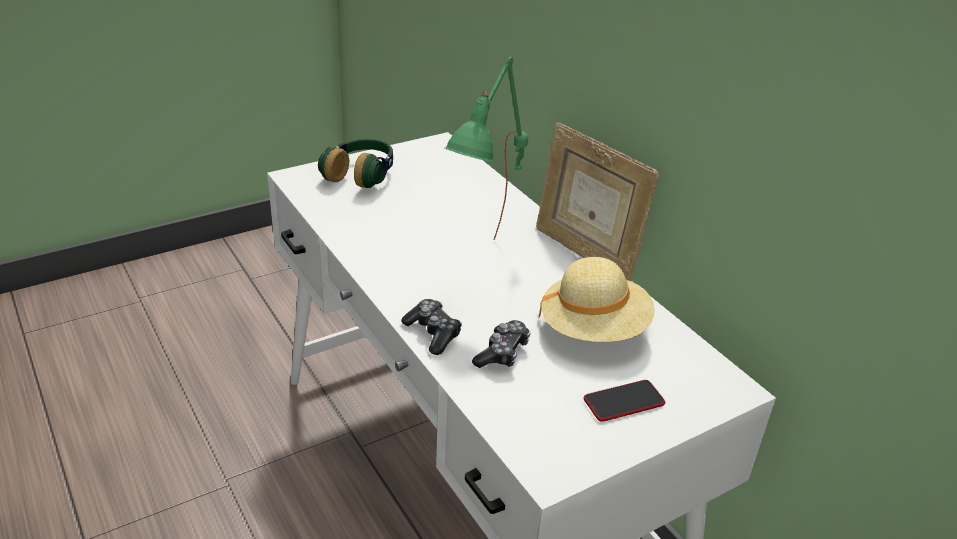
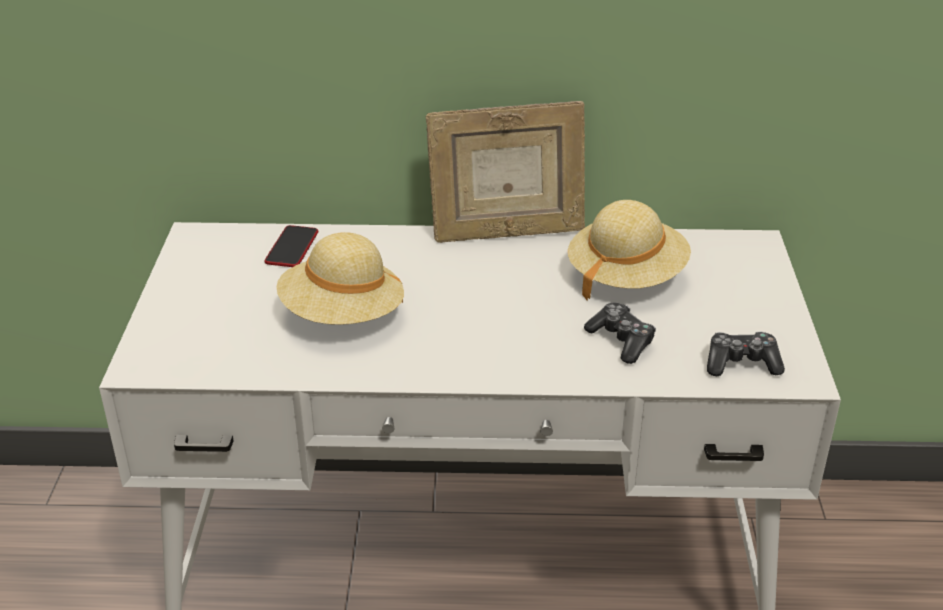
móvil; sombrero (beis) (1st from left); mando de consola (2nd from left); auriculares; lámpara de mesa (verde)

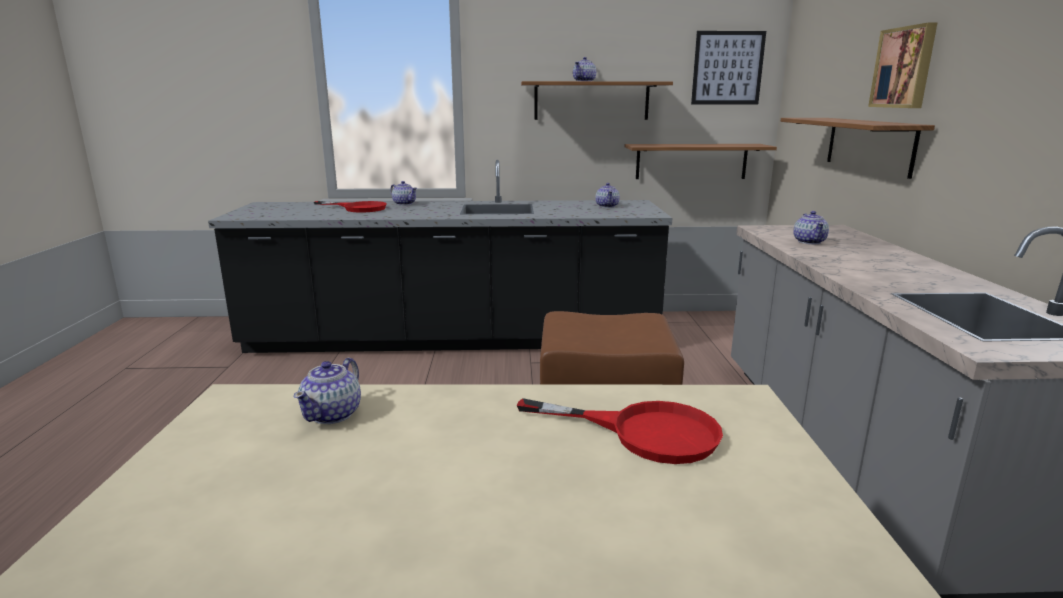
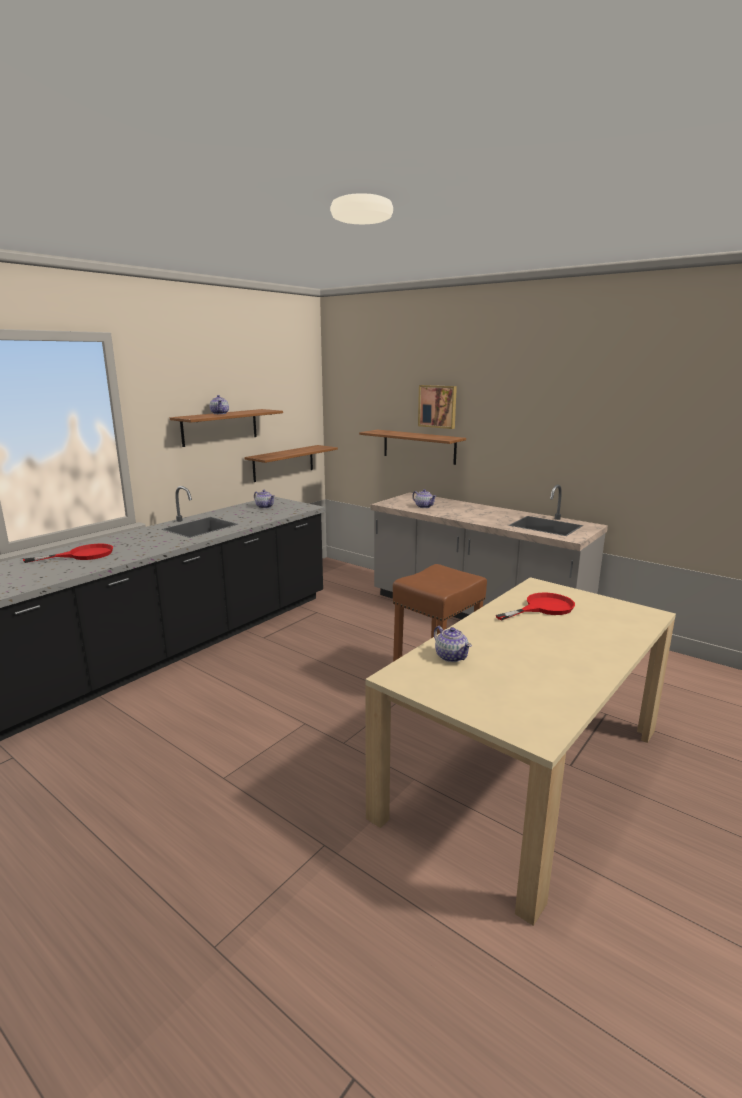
tetera (2nd from left in the first image); cuadro (1st from left in the first image)

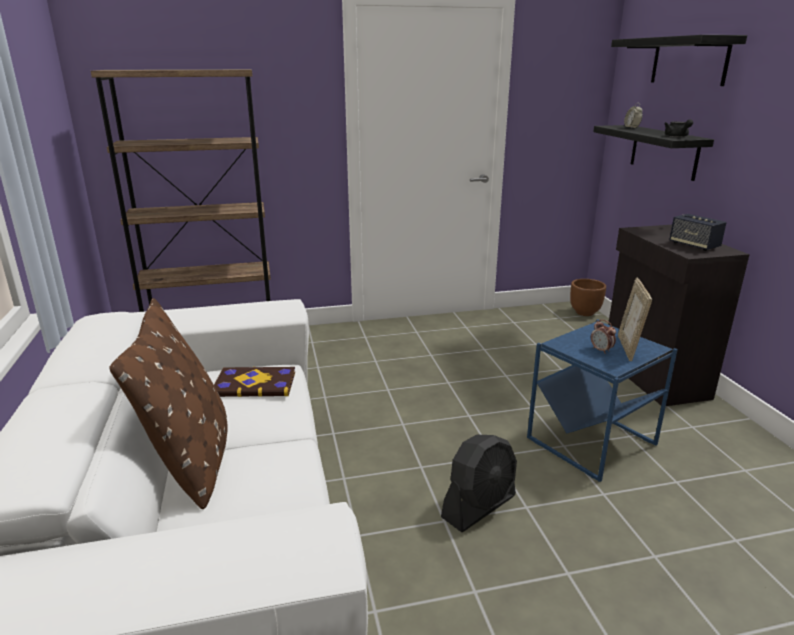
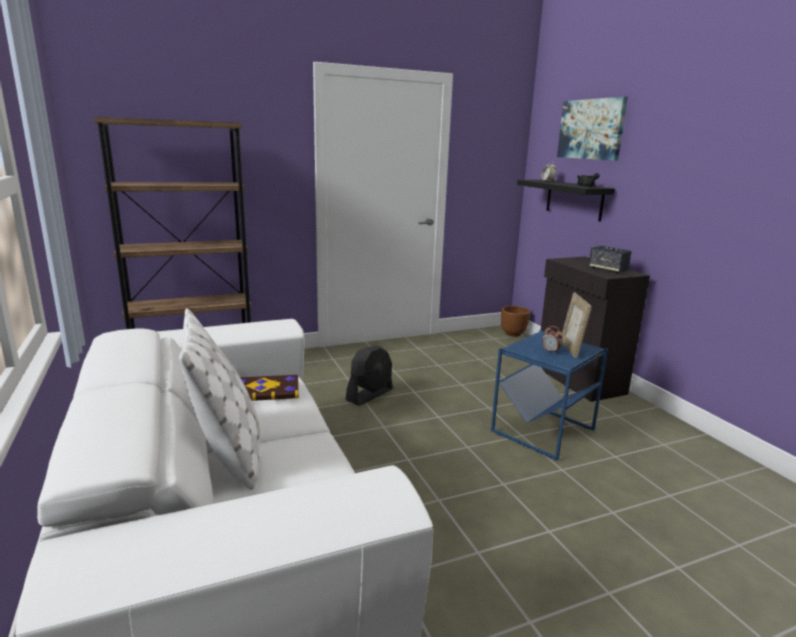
cojín (blanco); ventilador (negro); cuadro

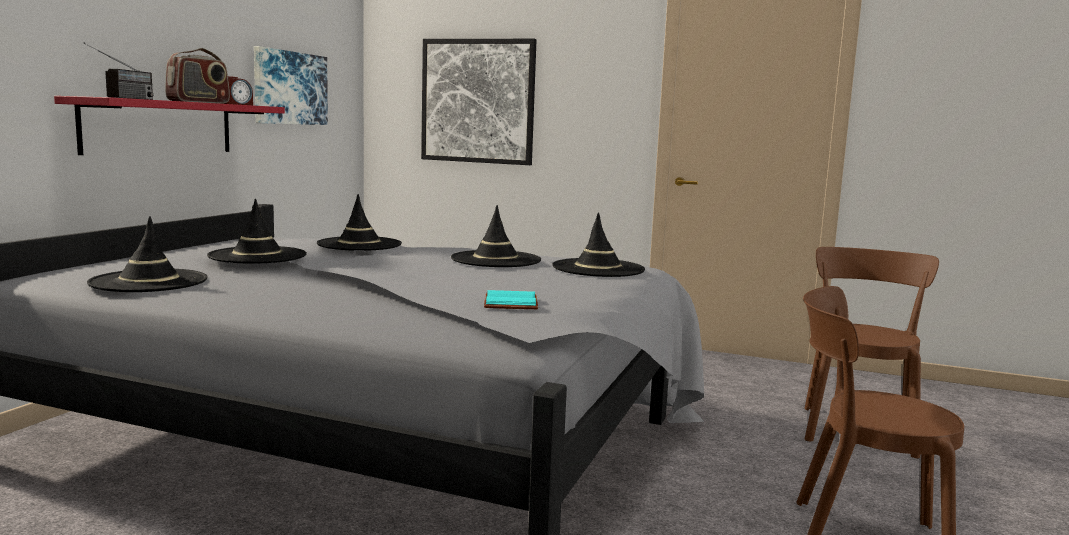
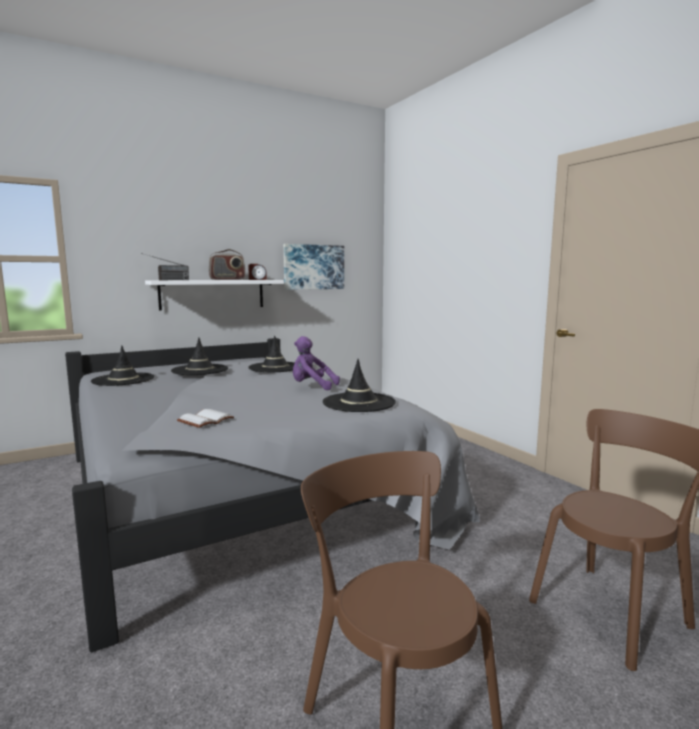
estante (blanco); libro (blanco); peluche (morado); cuadro (2nd from left in the first image)

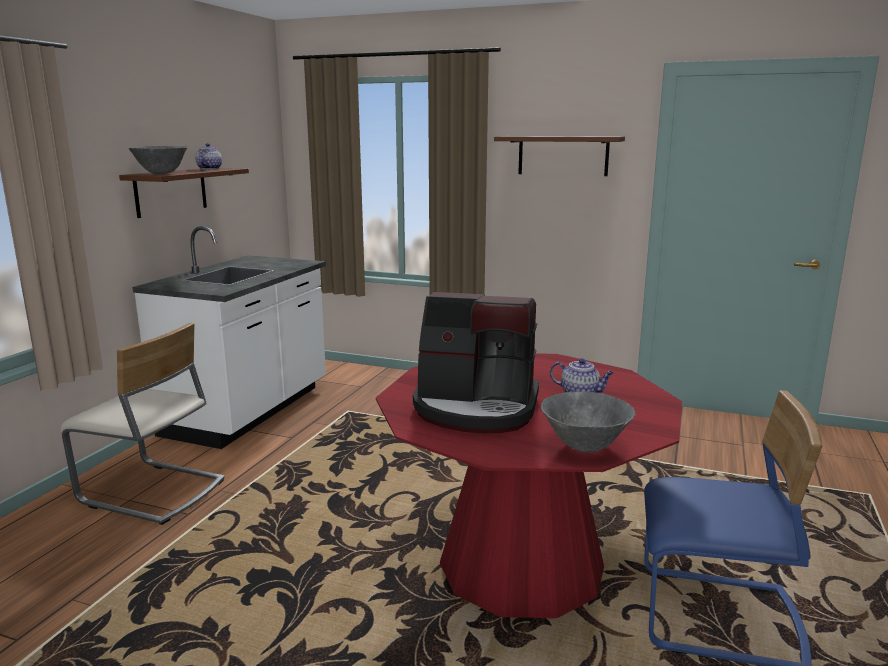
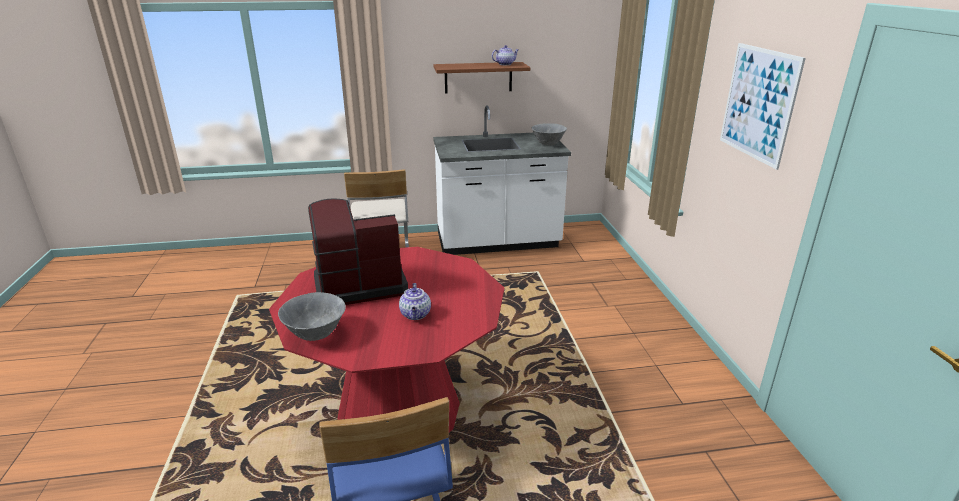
cafetera; cuenco (gris) (2nd from left); cuadro

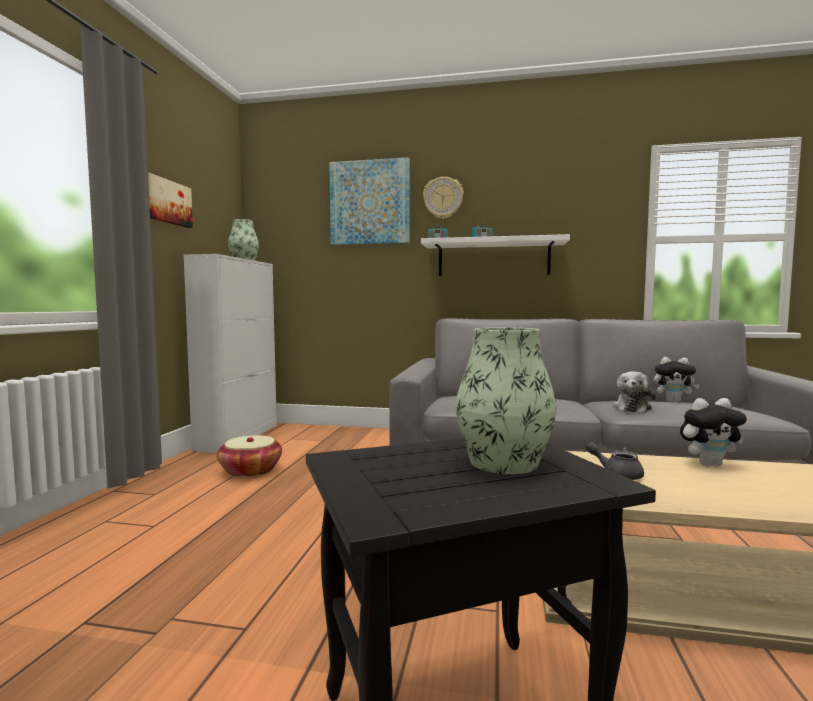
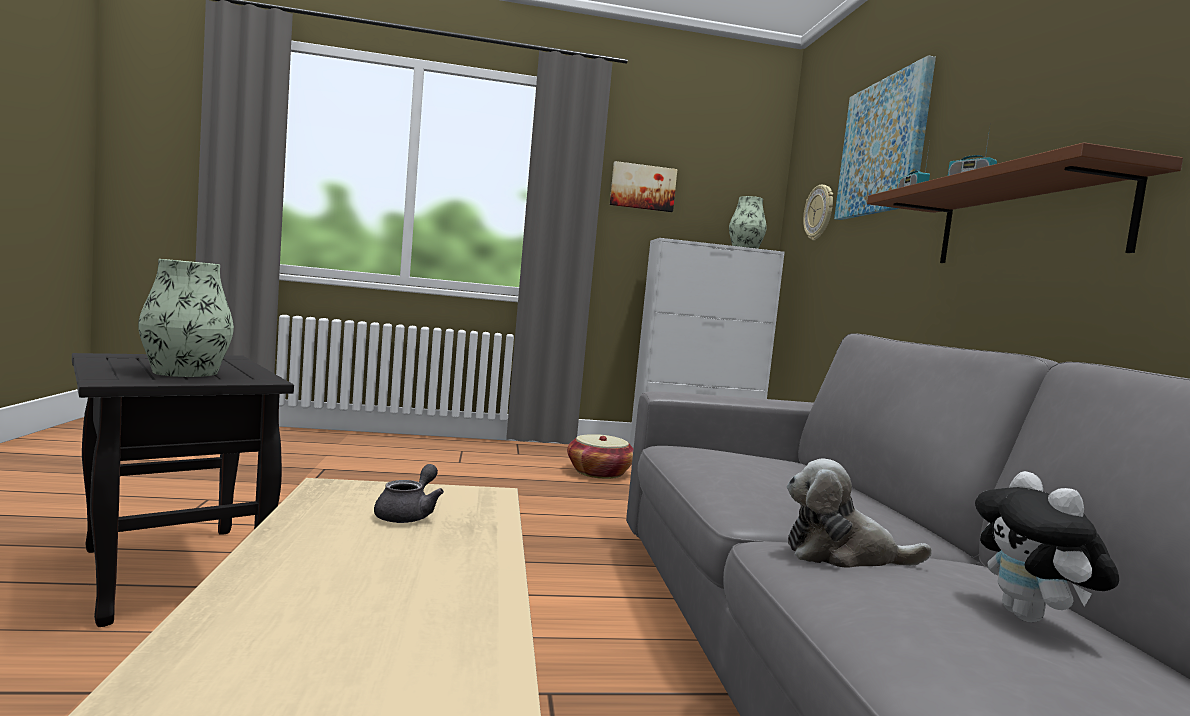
reloj de pared; estante (marrón); peluche (3rd from left in the first image)

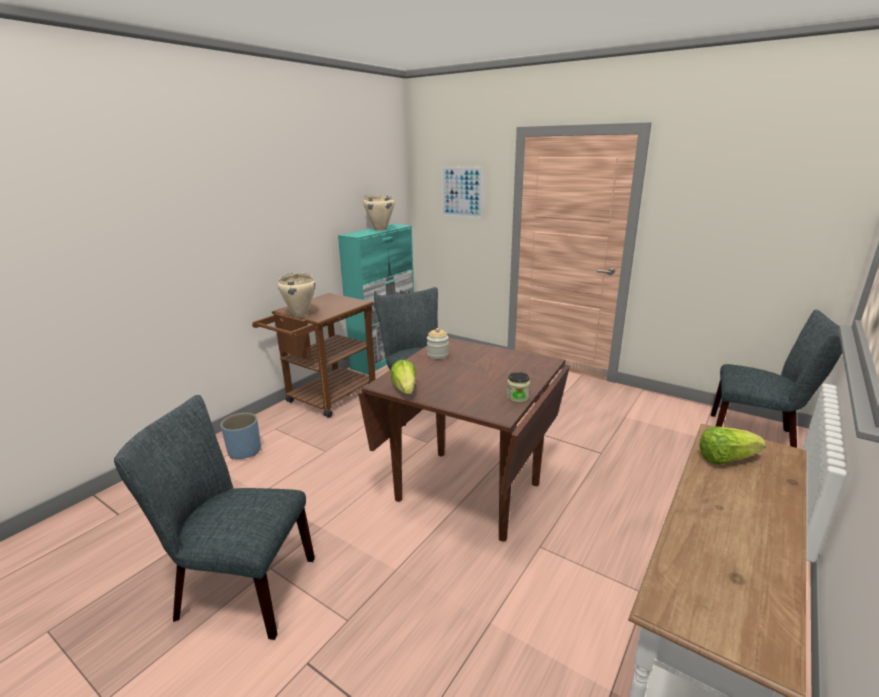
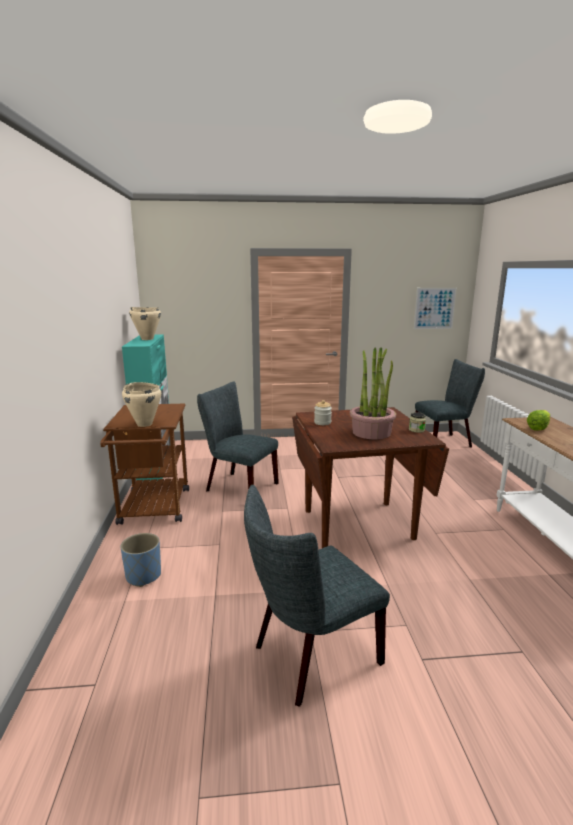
planta en maceta; cuadro; lechuga (1st from left in the first image)

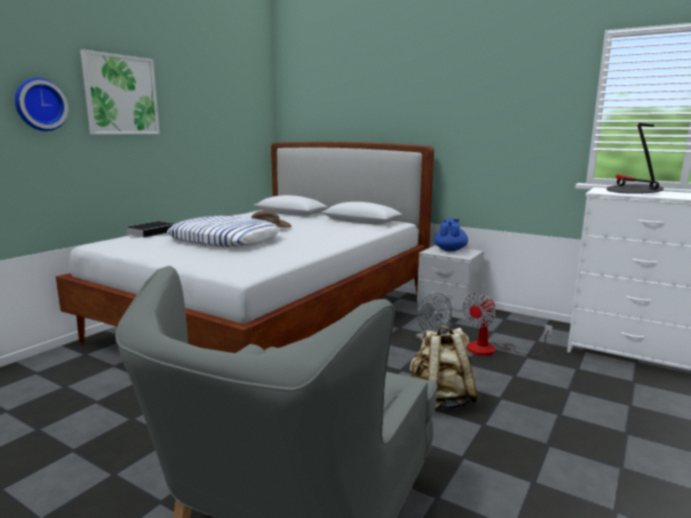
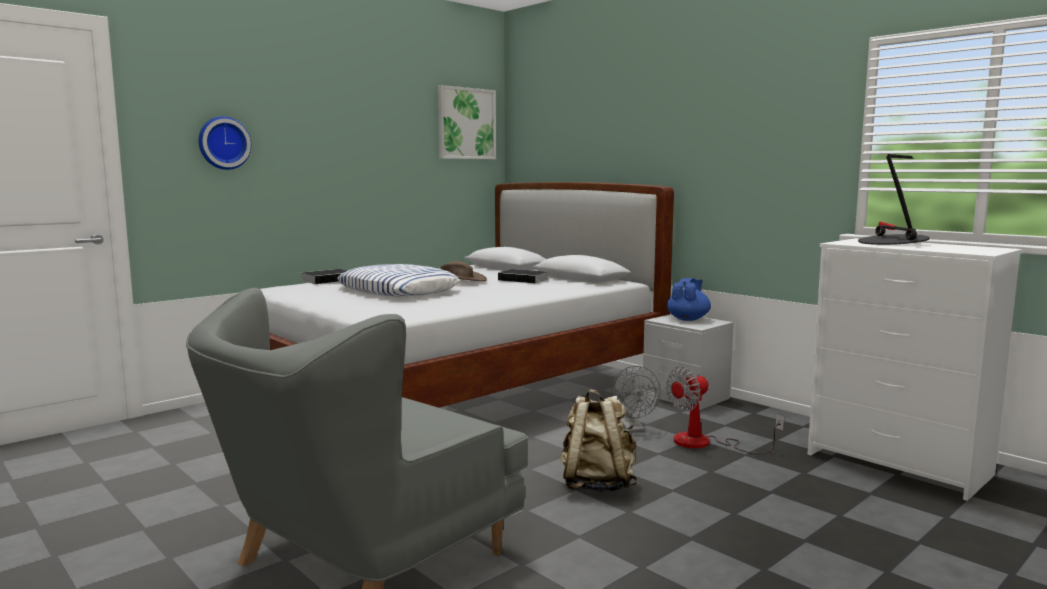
cuadro; libro (2nd from left)

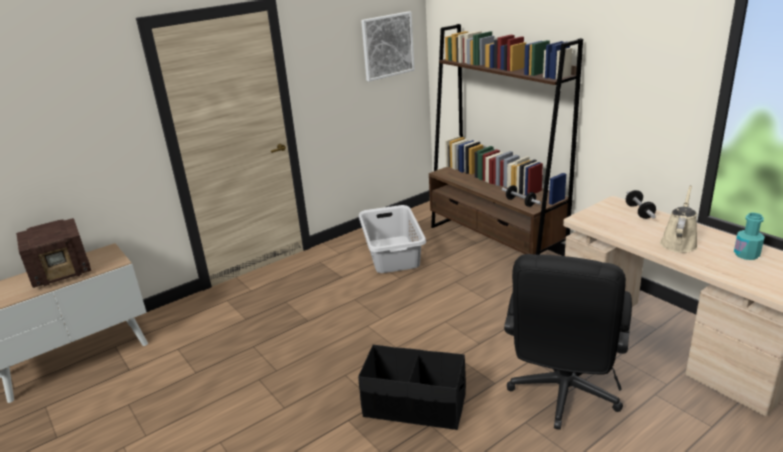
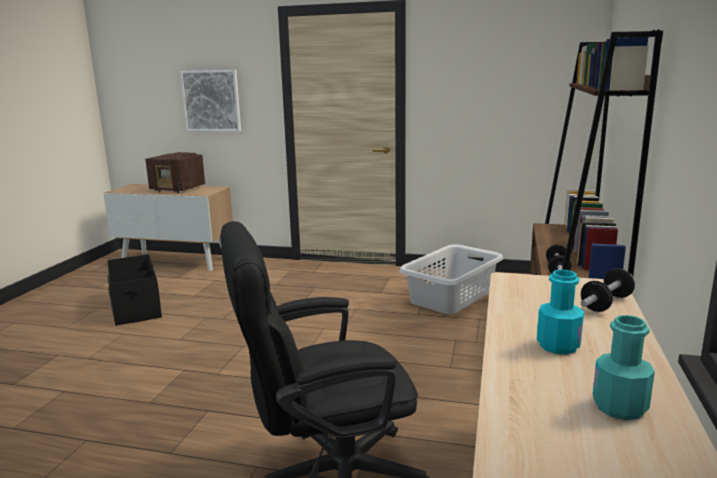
caja de almacenaje (negro); cuadro; botella (turquesa) (1st from left)

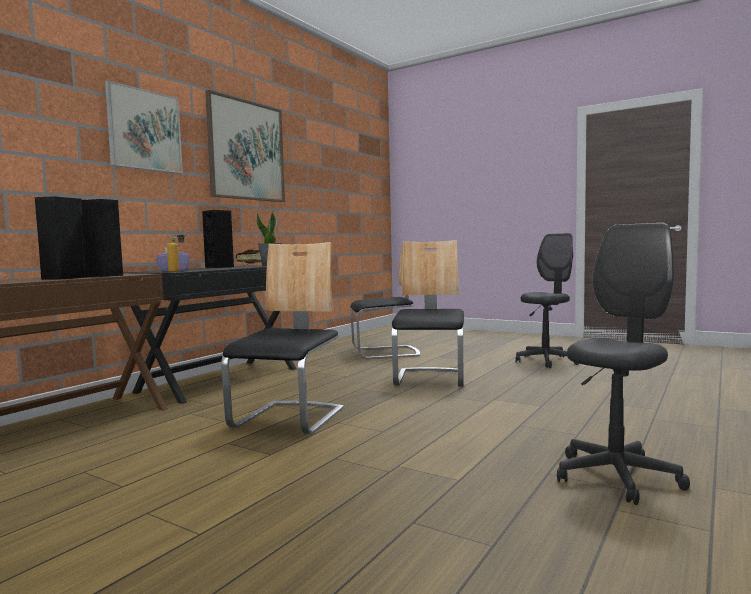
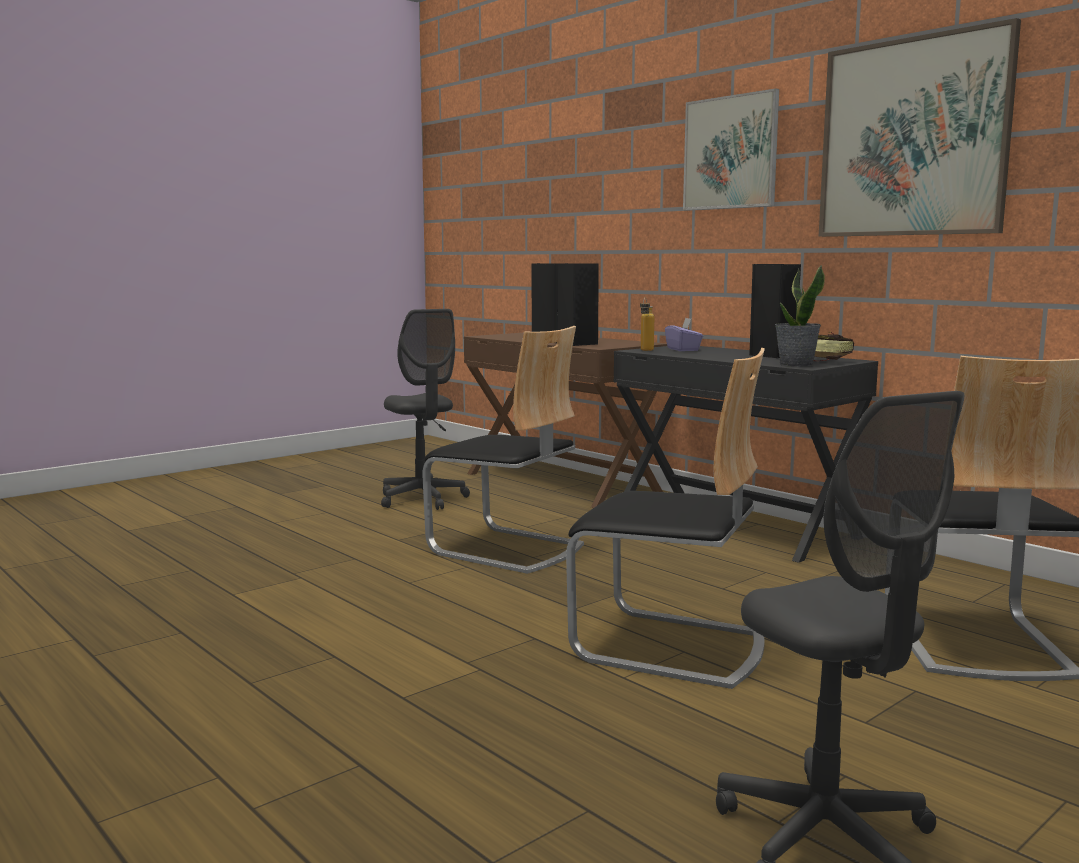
silla de oficina (gris) (1st from left)

